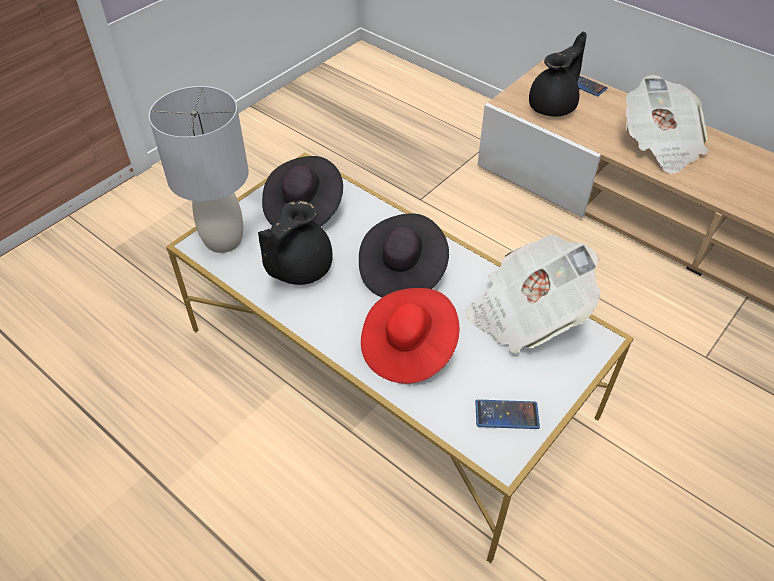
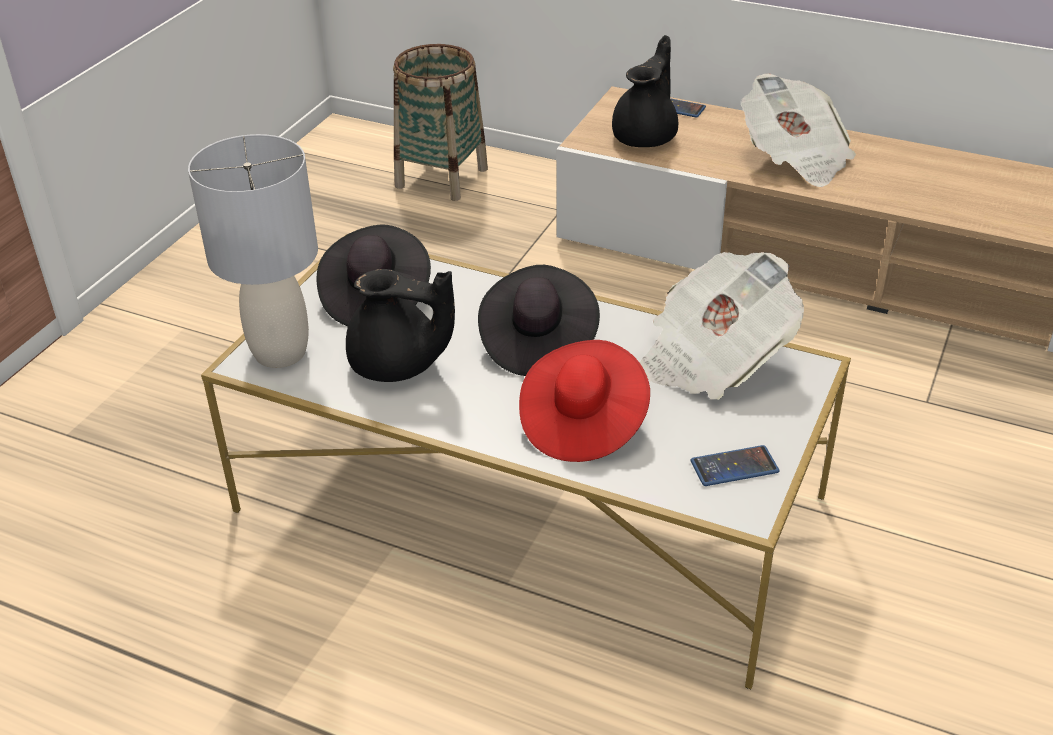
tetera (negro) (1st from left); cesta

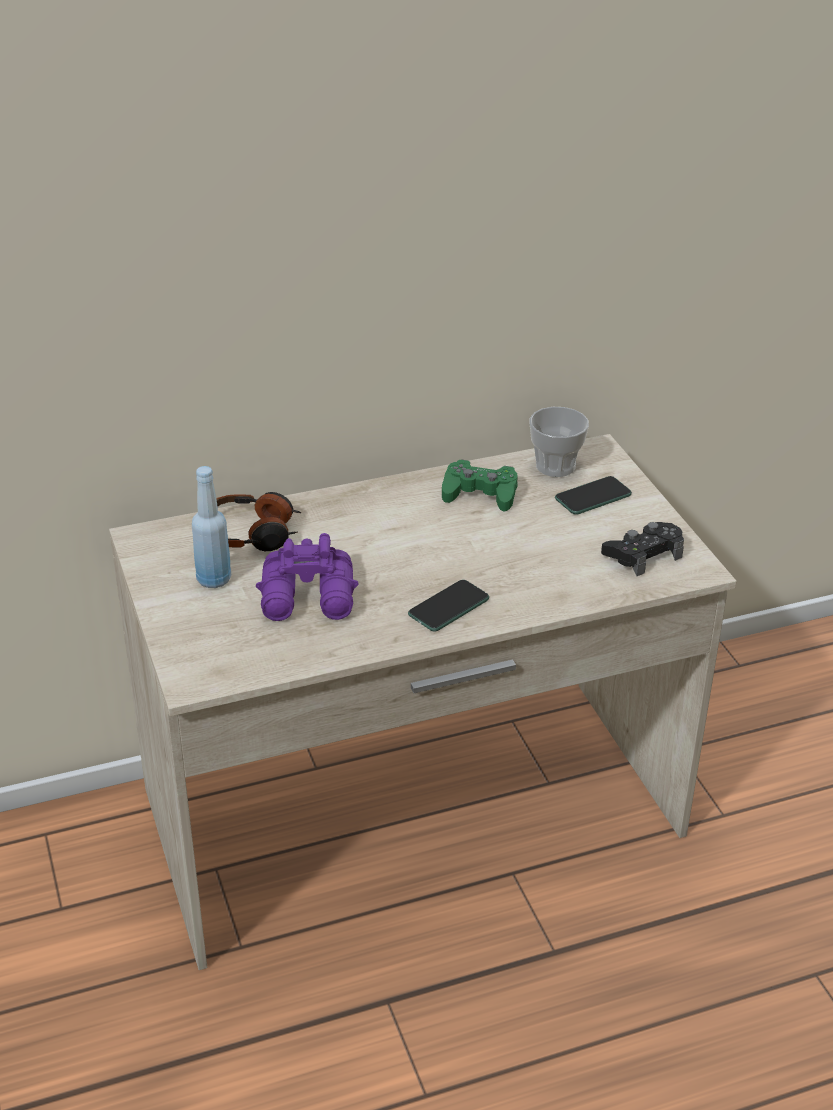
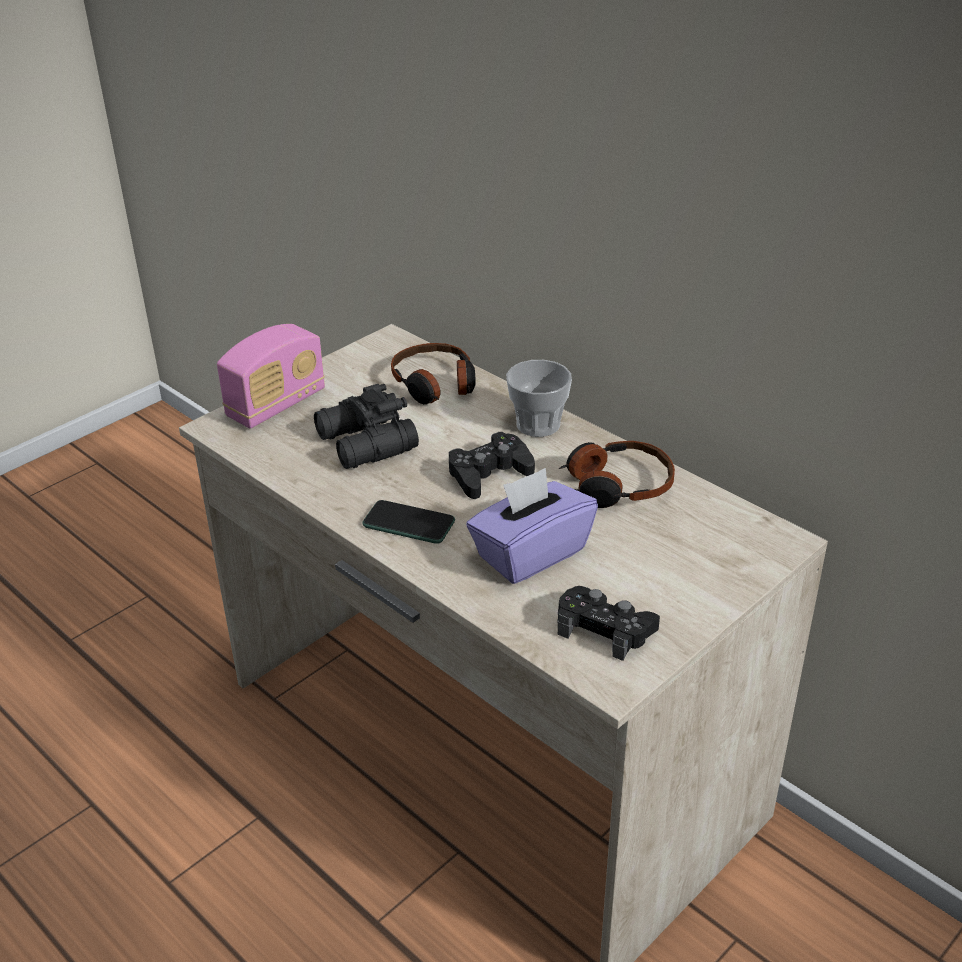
radio; prismáticos (negro); mando de consola (negro) (1st from left); caja de pañuelos (morado); taza; auriculares (2nd from left); botella (azul); móvil (2nd from left in the first image)

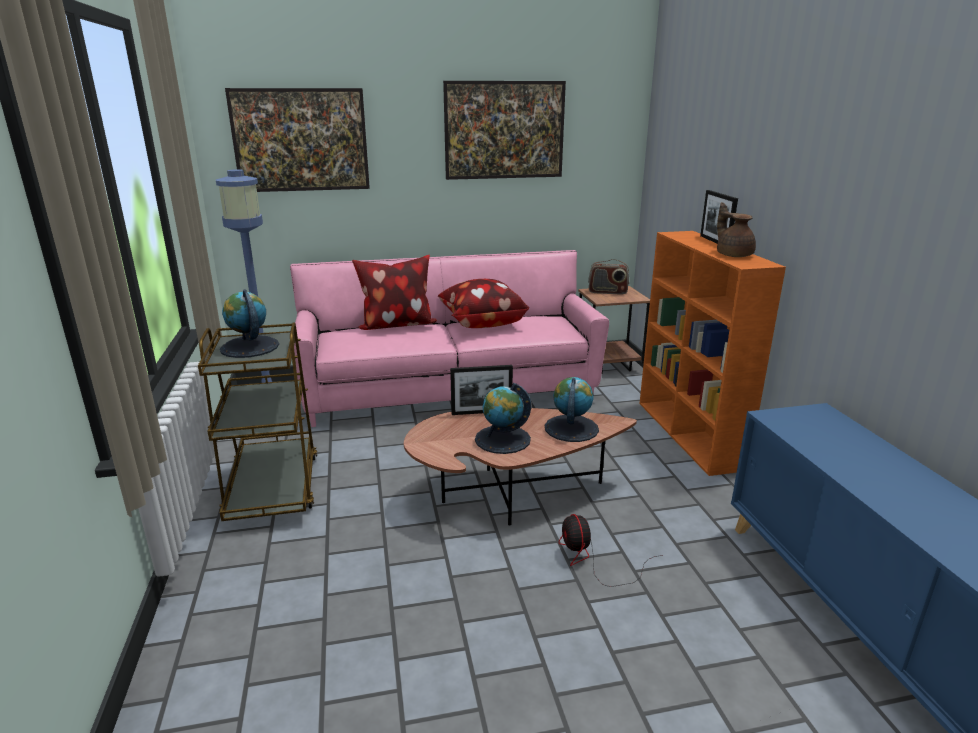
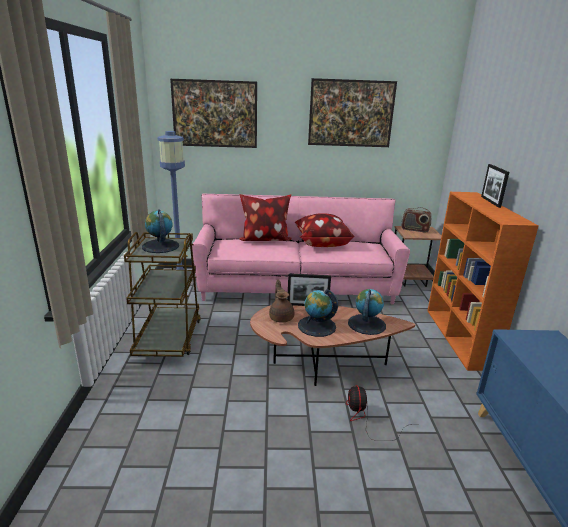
tetera (marrón)

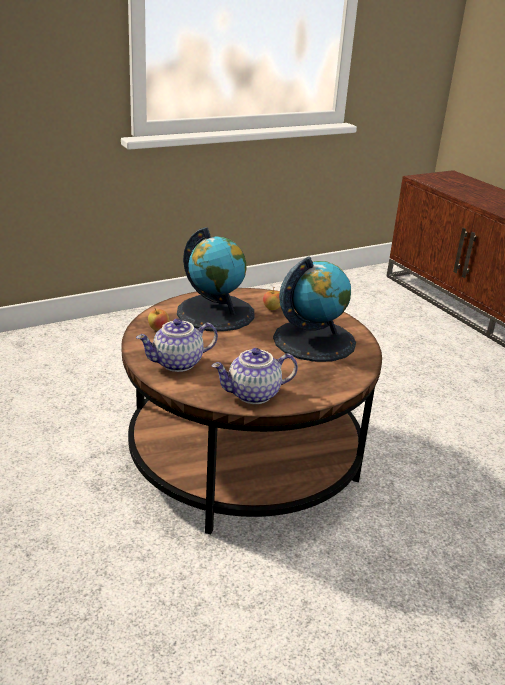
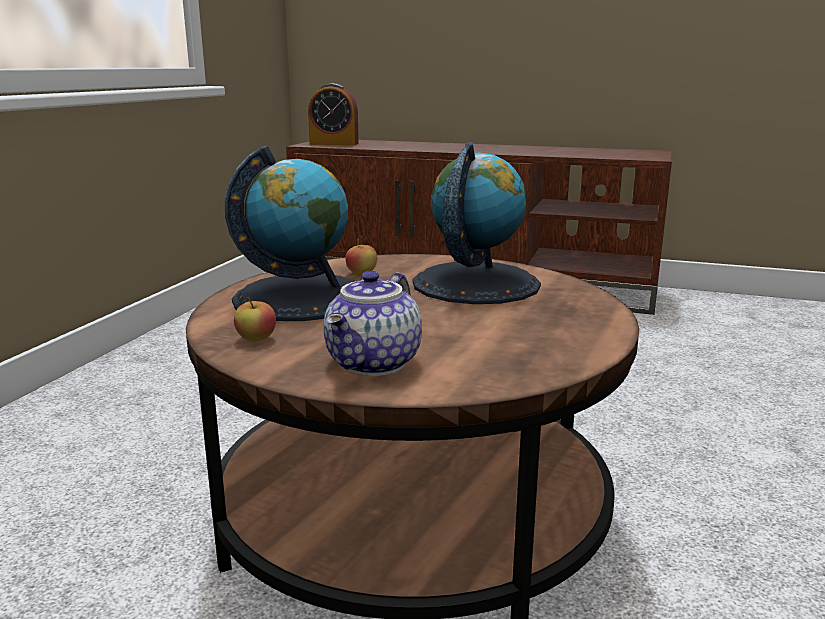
despertador; tetera (2nd from left in the first image)

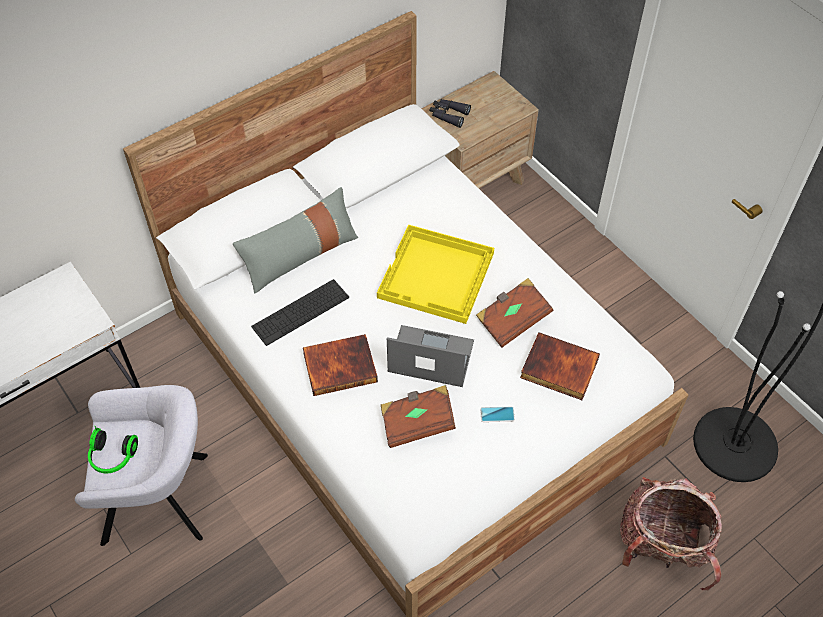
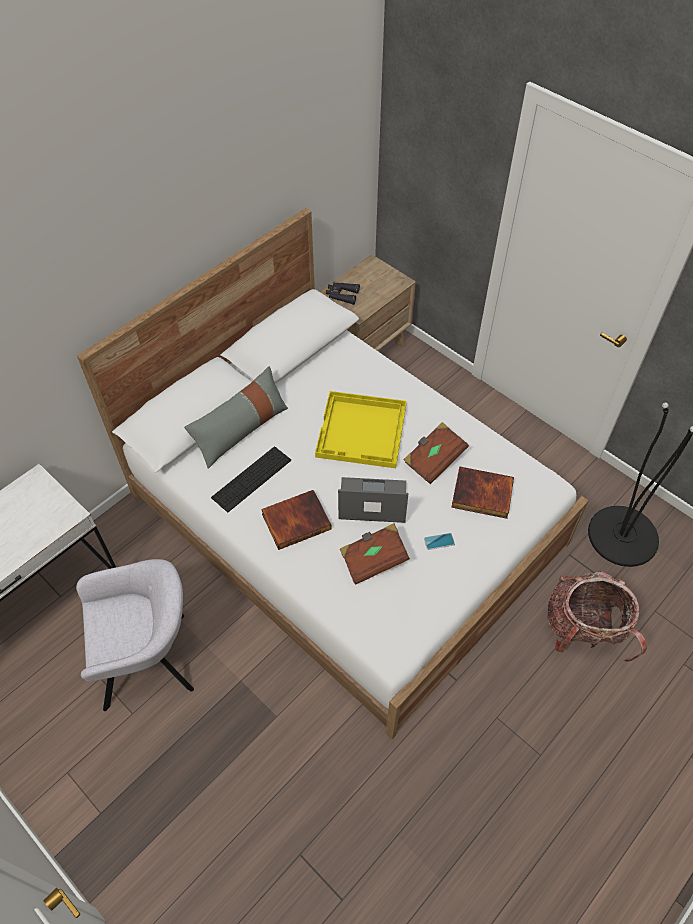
auriculares

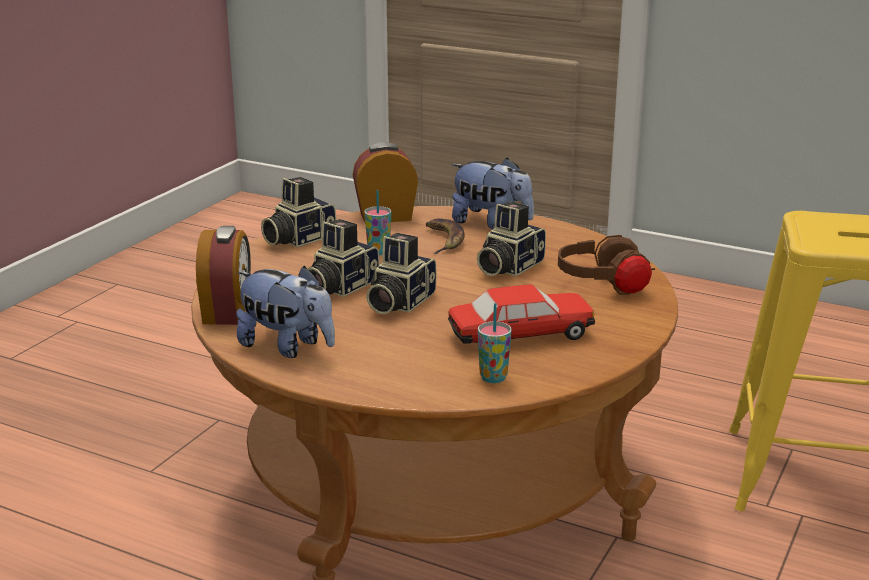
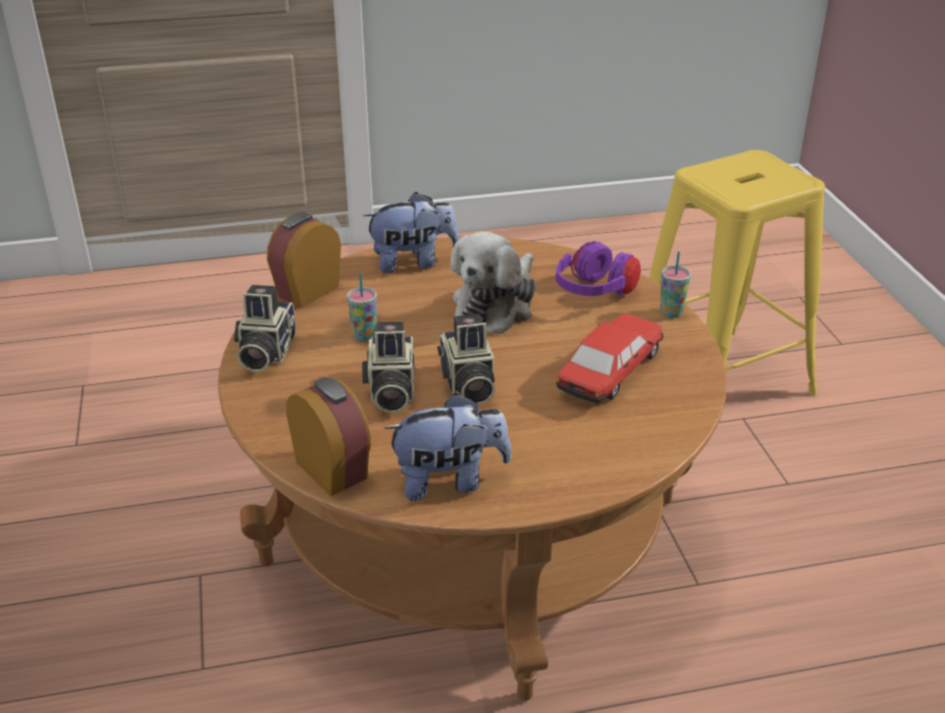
peluche (3rd from left); auriculares (morado); taza (2nd from left); plátano

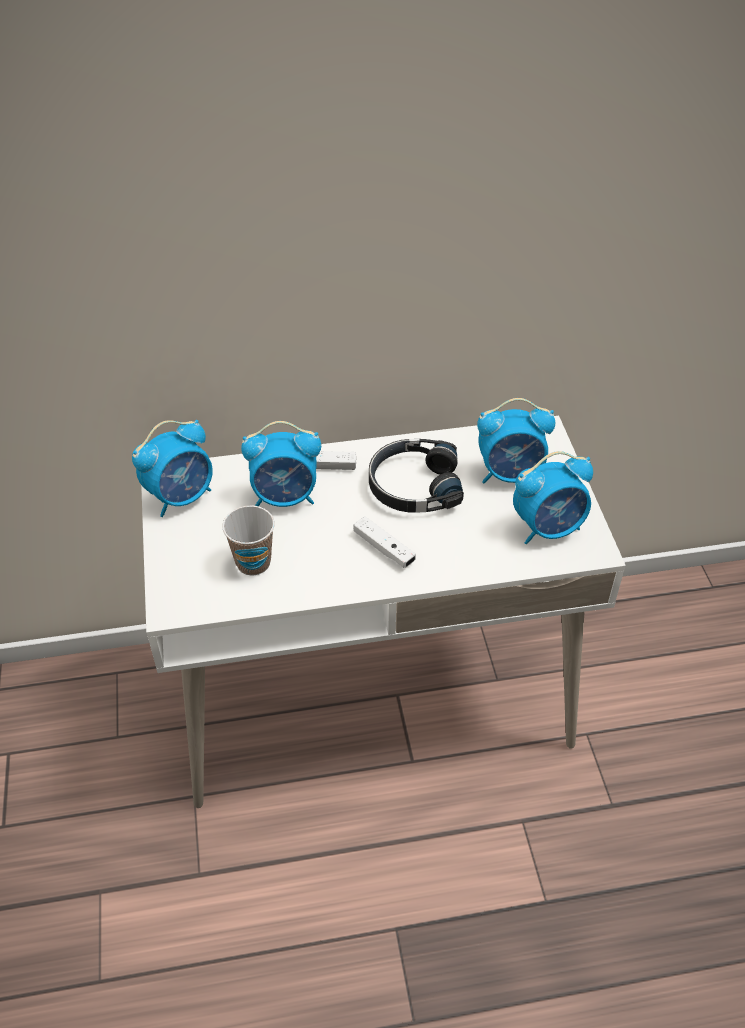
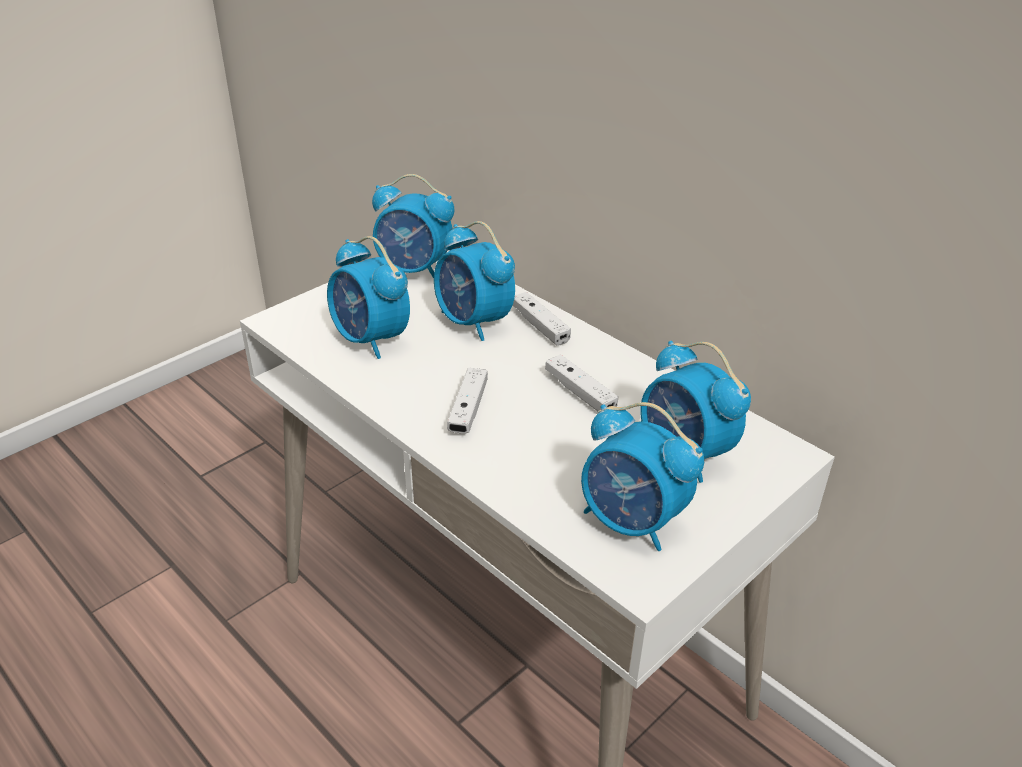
despertador (1st from left); mando de consola (blanco) (3rd from left)

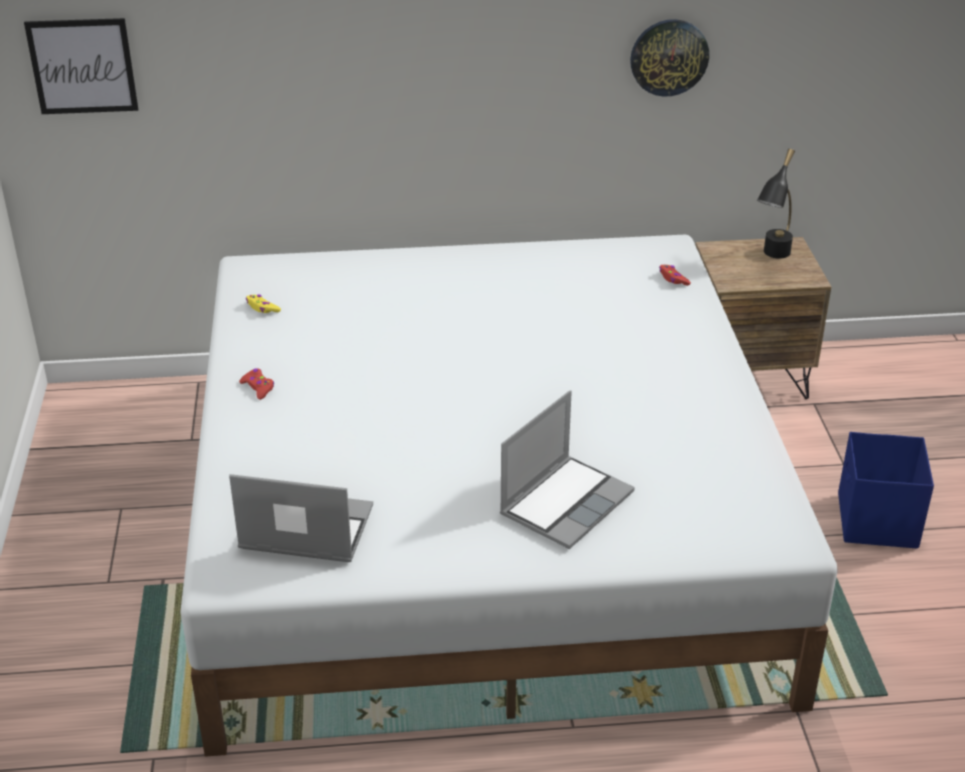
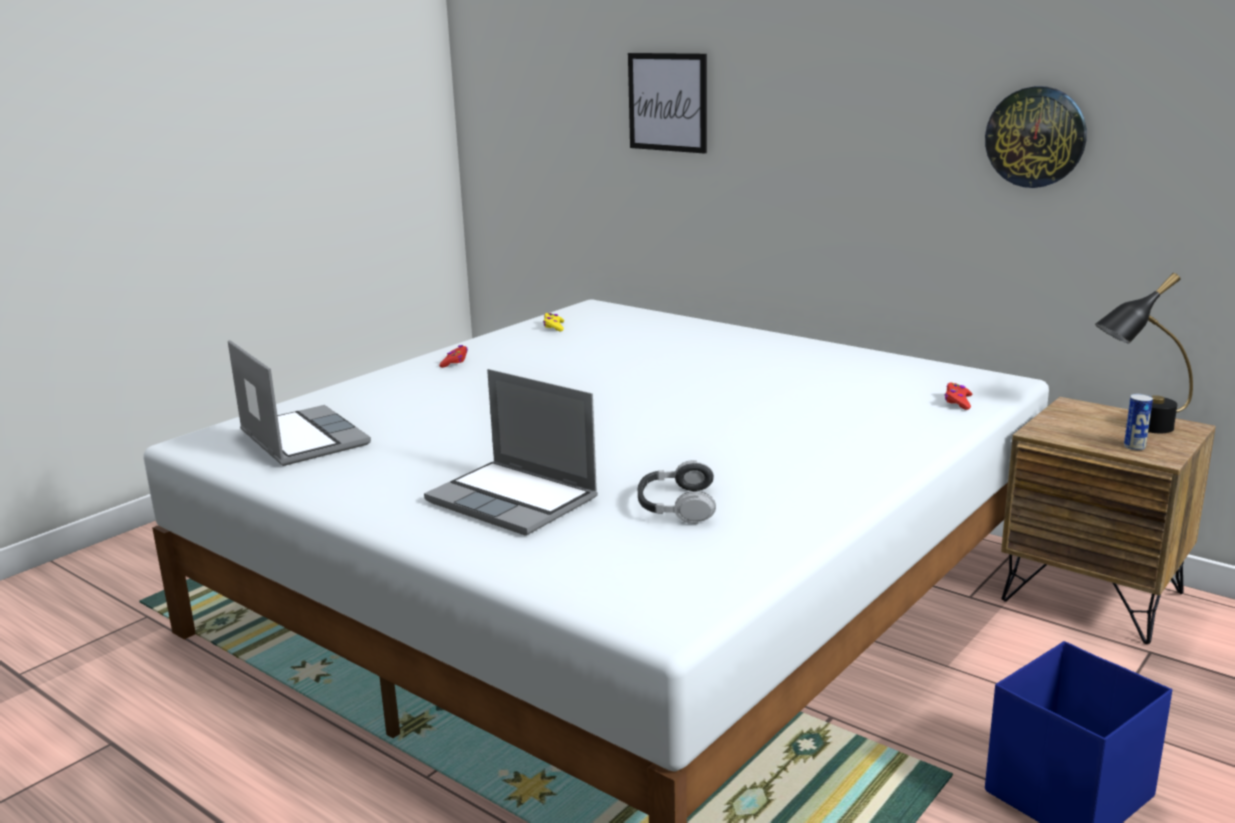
portátil (2nd from left); cuadro; auriculares; lata

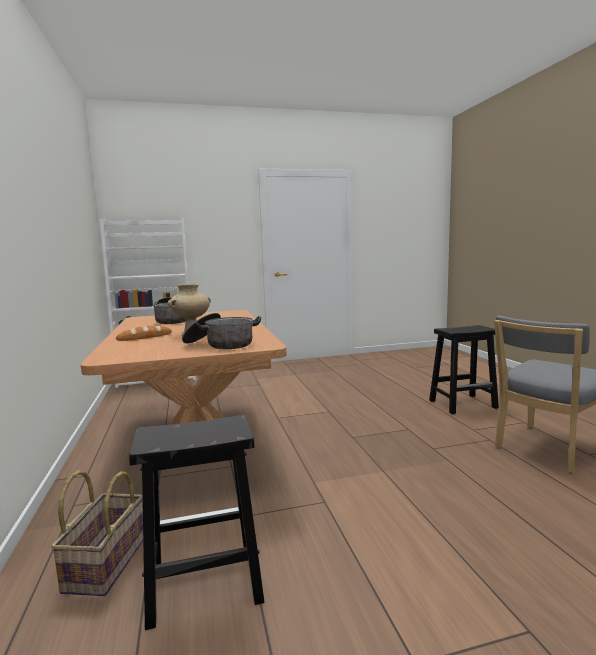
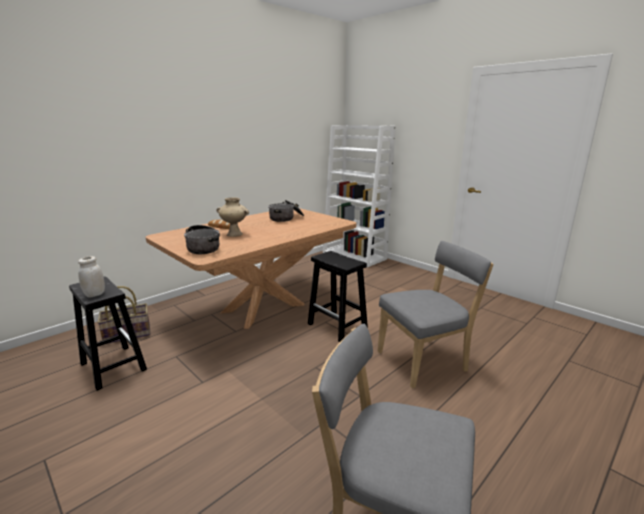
tarro (blanco); taburete (negro) (2nd from left); silla (gris) (2nd from left)

